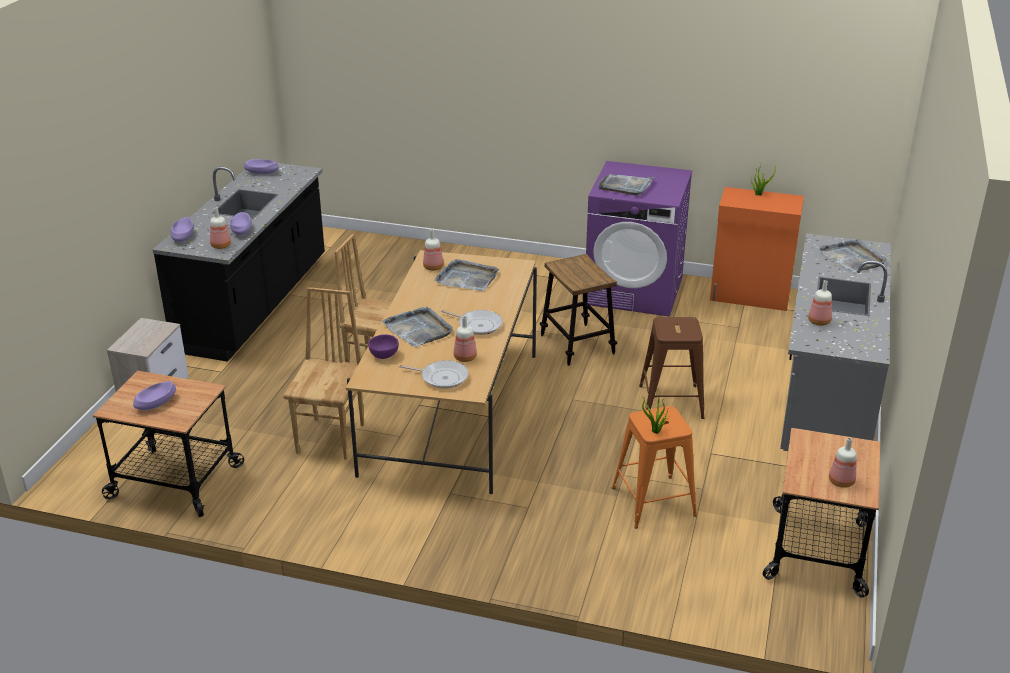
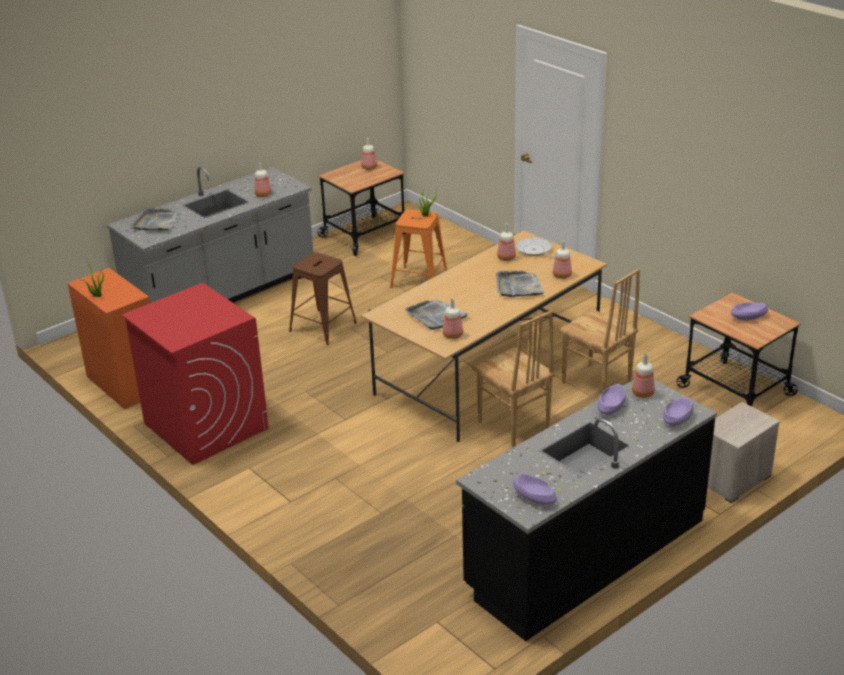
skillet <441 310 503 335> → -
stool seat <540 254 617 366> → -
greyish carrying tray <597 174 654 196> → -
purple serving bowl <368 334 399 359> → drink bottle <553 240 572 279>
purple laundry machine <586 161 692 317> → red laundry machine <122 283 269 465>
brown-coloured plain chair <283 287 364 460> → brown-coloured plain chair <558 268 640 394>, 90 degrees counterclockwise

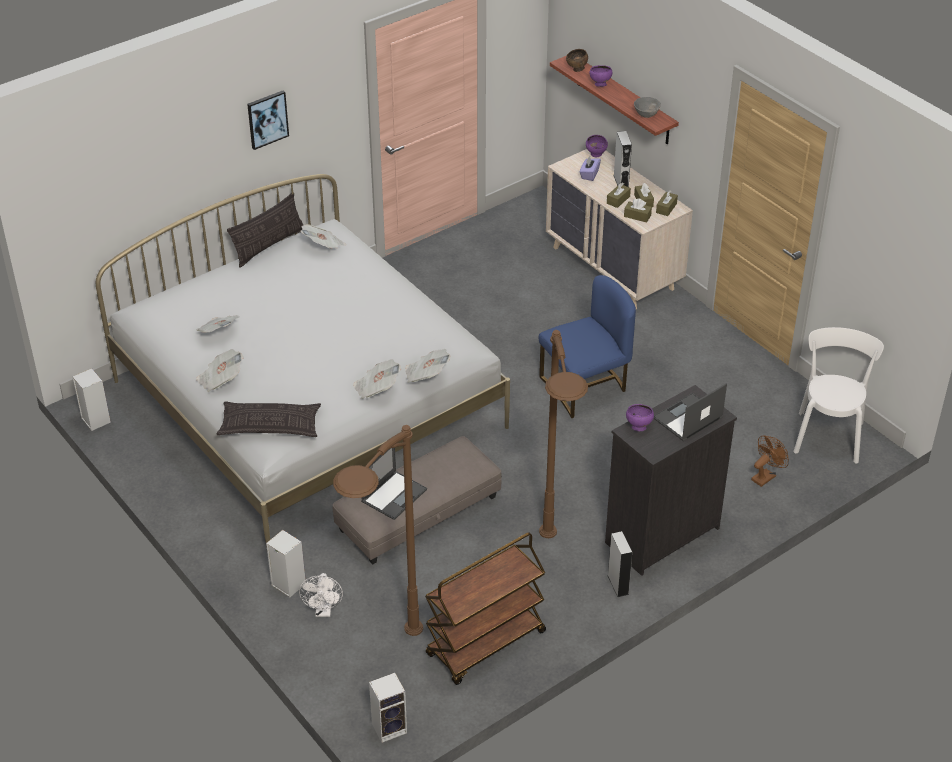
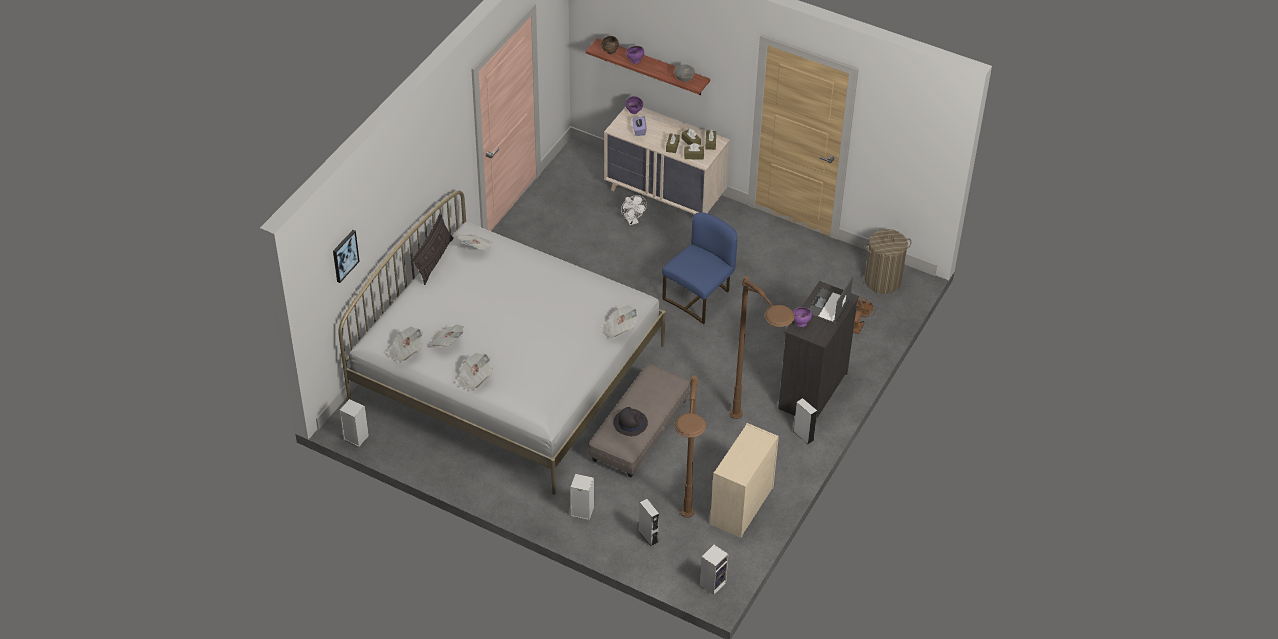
cushion <216 401 321 437> → -
wall art <247 91 289 150> → wall art <333 230 360 283>, relocated
white cooling fan <299 573 343 617> → white cooling fan <621 195 647 225>, relocated
printed paper <353 359 401 399> → printed paper <387 327 423 363>, relocated
greyish loudspeaker <613 131 632 187> → greyish loudspeaker <639 499 659 546>, relocated
laptop <361 448 427 520> → blackish clothing hat <613 407 648 436>
brown-coloured trolley <425 532 546 685> → beige-coloured drawer chest <710 423 779 538>
white plain chair <793 327 884 463> → washing basket <865 229 911 294>

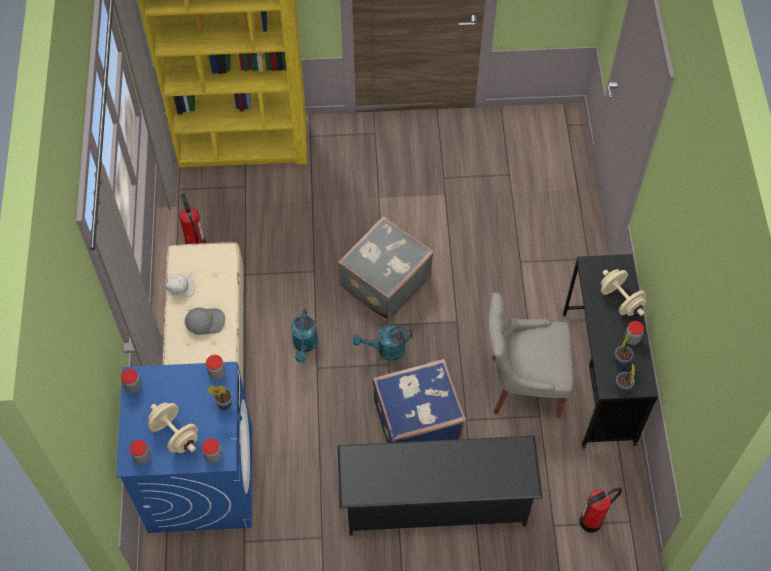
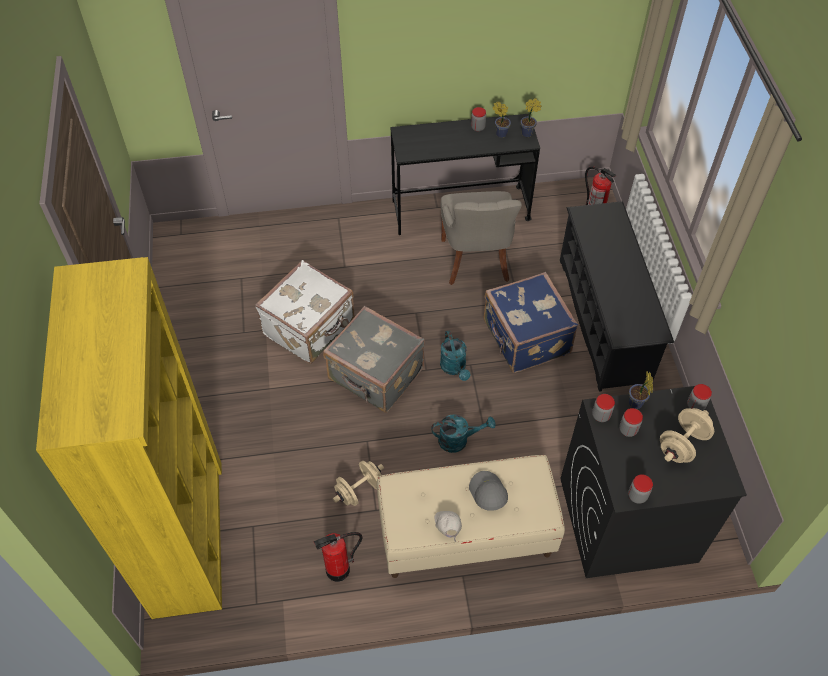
- → white travel case <255 260 355 364>
jar <130 440 151 465> → jar <619 408 643 437>, relocated
beige-coloured hand weight <601 269 646 316> → beige-coloured hand weight <333 461 384 506>, relocated
blue laundry machine <116 362 252 533> → blackish laundry machine <561 386 747 578>

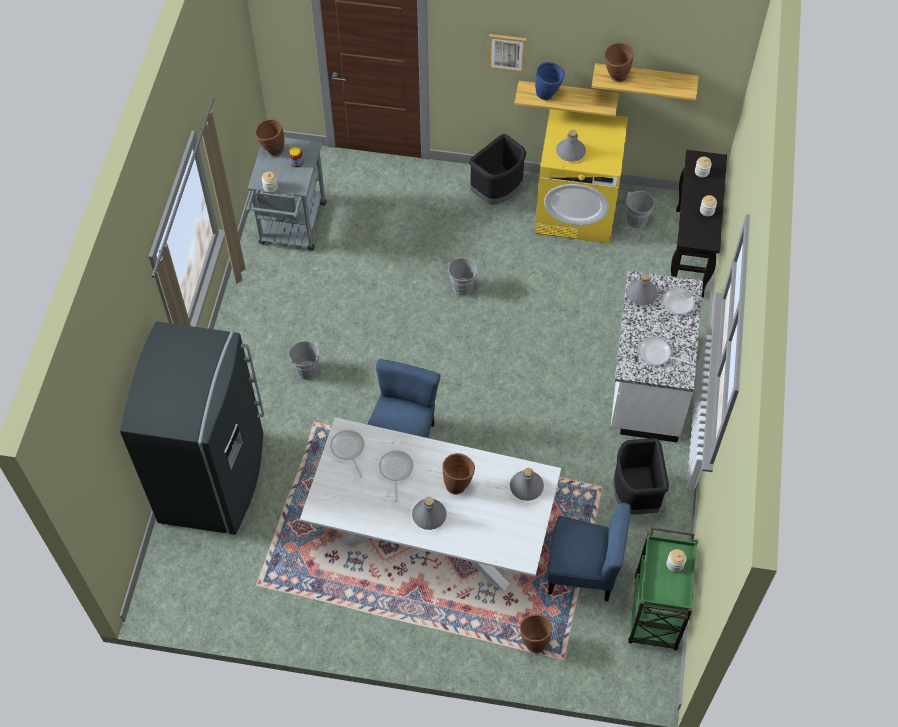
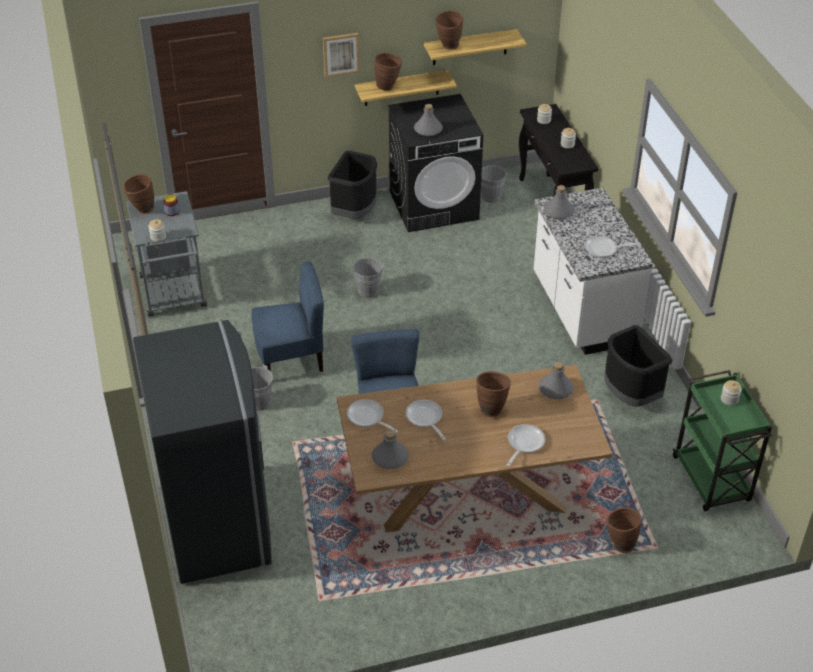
greyish drink bottle <412 497 447 530> → greyish drink bottle <372 430 409 469>, relocated
blue plain chair <548 503 631 601> → blue plain chair <251 262 324 372>, relocated
skillet <649 288 695 319> → skillet <507 424 546 466>, relocated
white dining table <300 417 561 591> → brown-coloured dining table <337 365 612 533>
blue vase <535 62 565 100> → brown-coloured vase <375 53 402 91>
yellowish laundry machine <535 109 628 243> → blackish laundry machine <388 94 483 232>

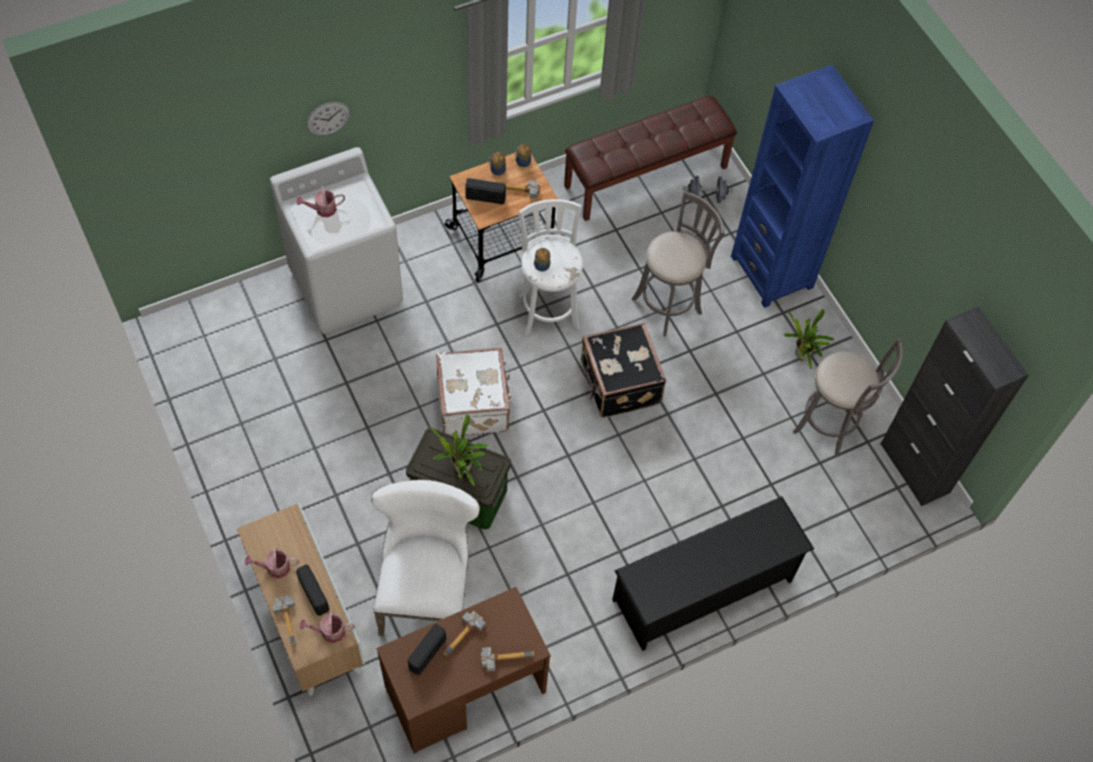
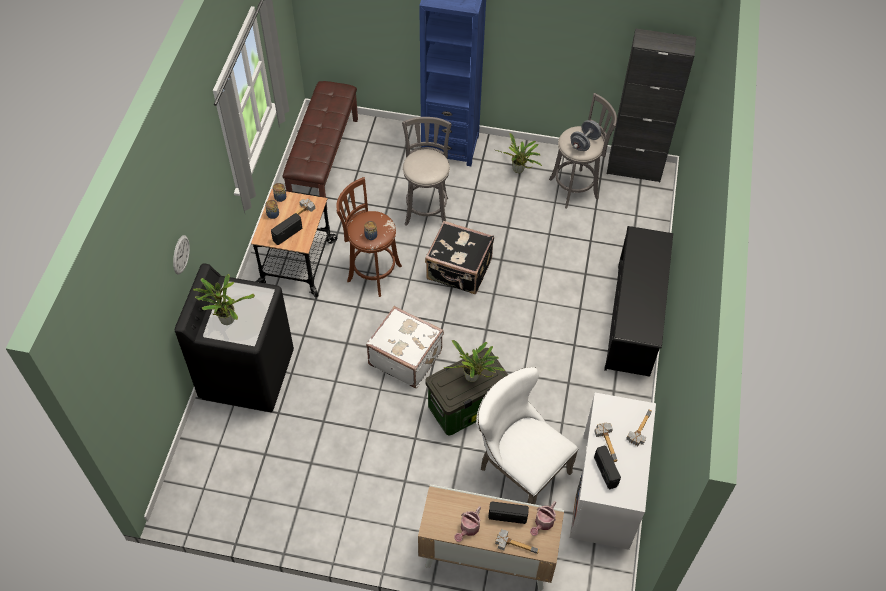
greyish hand weight <683 176 733 203> → greyish hand weight <570 120 601 151>, relocated
sprinkling can <296 186 345 217> → houseplant <193 274 255 325>
white laundry machine <270 147 403 334> → blackish laundry machine <175 263 294 412>
brown-coloured desk unit <376 587 551 754> → white desk unit <570 393 656 550>
white stool seat <518 199 583 336> → brown-coloured stool seat <336 177 402 297>

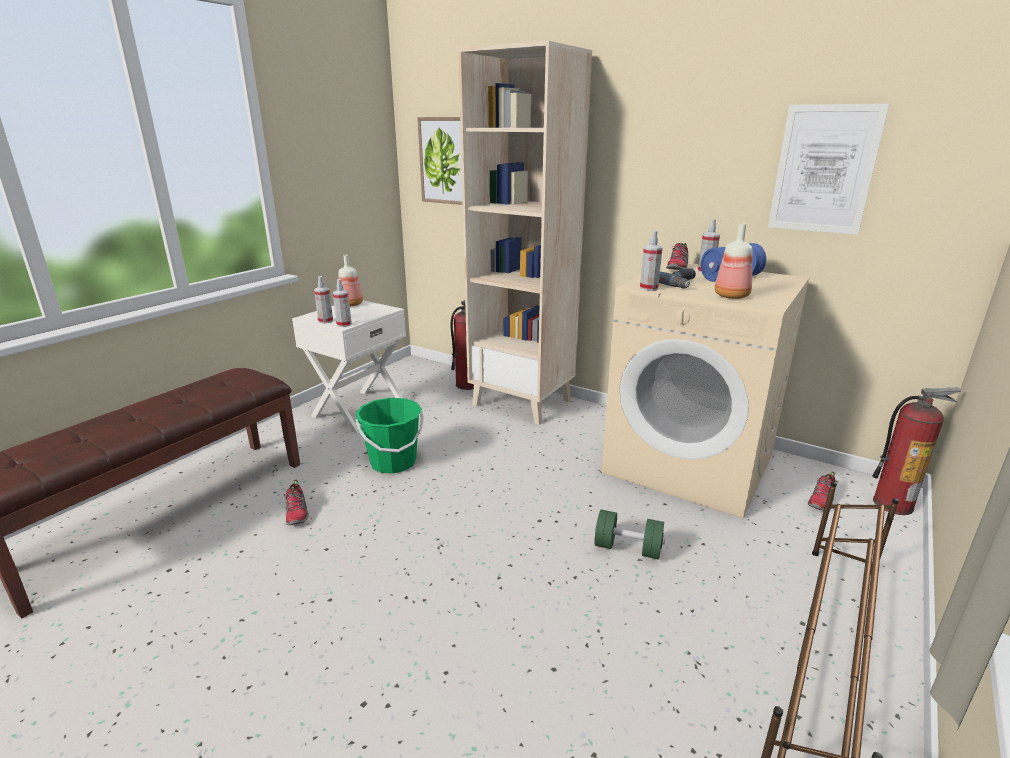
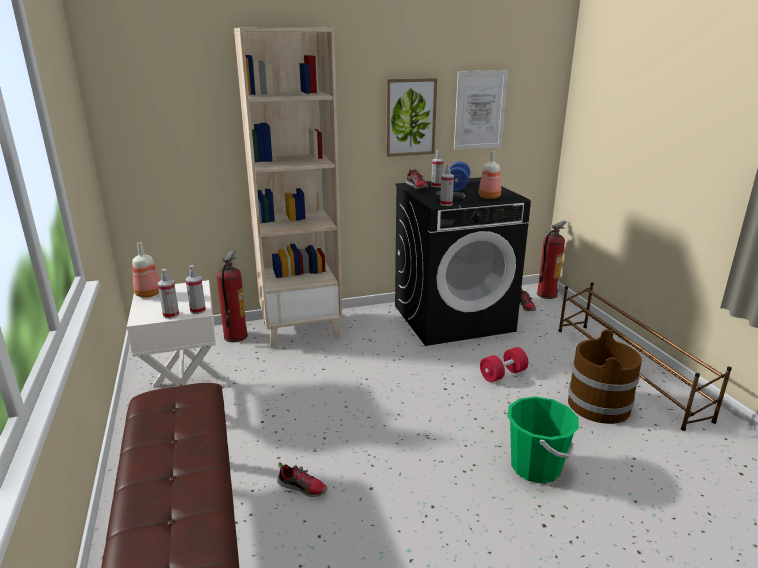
- → brown-coloured water bucket <568 329 642 424>
greenish water bucket <355 398 424 474> → greenish water bucket <507 396 579 484>, relocated
wall art <417 117 463 205> → wall art <386 78 437 157>, relocated
greenish hand weight <594 510 665 560> → red hand weight <480 347 528 382>
beige-coloured laundry machine <602 261 809 518> → blackish laundry machine <395 177 531 346>

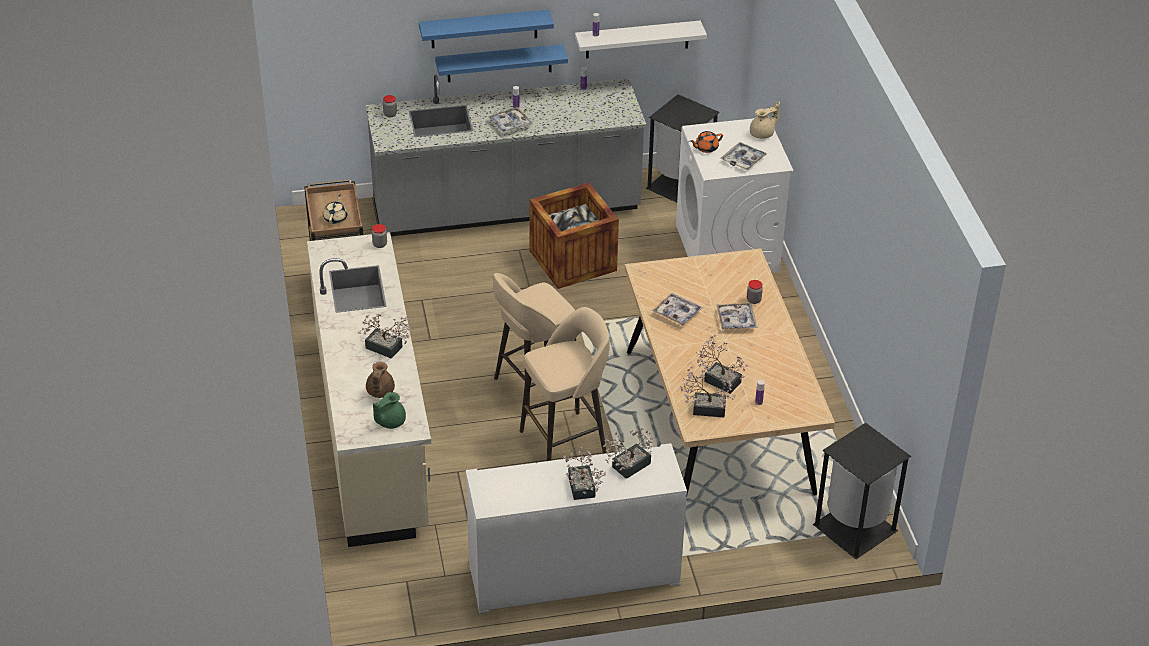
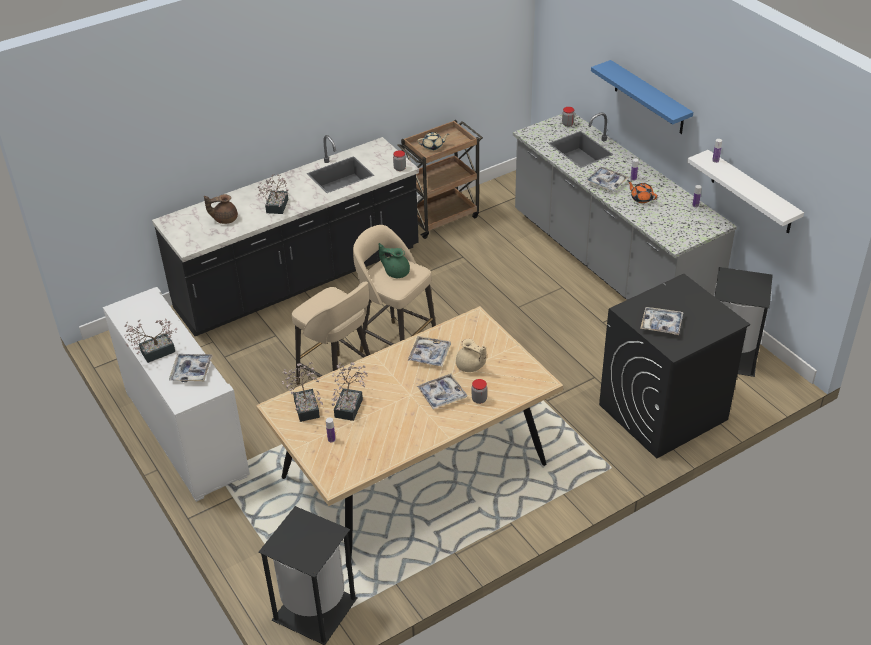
blue shelf <435 44 568 82> → -
shipping crate <529 183 619 289> → -
greenish tea pot <373 392 406 429> → greenish tea pot <379 243 410 278>, relocated
orangey tea pot <690 131 723 153> → orangey tea pot <628 181 657 203>, relocated
beige-coloured tea pot <750 102 780 139> → beige-coloured tea pot <456 339 487 372>, relocated
houseplant <603 428 653 479> → carrying tray <169 354 213 382>
beige-coloured counter <307 232 431 547> → blackish counter <152 135 419 336>
white laundry machine <676 118 794 273> → blackish laundry machine <599 274 750 459>

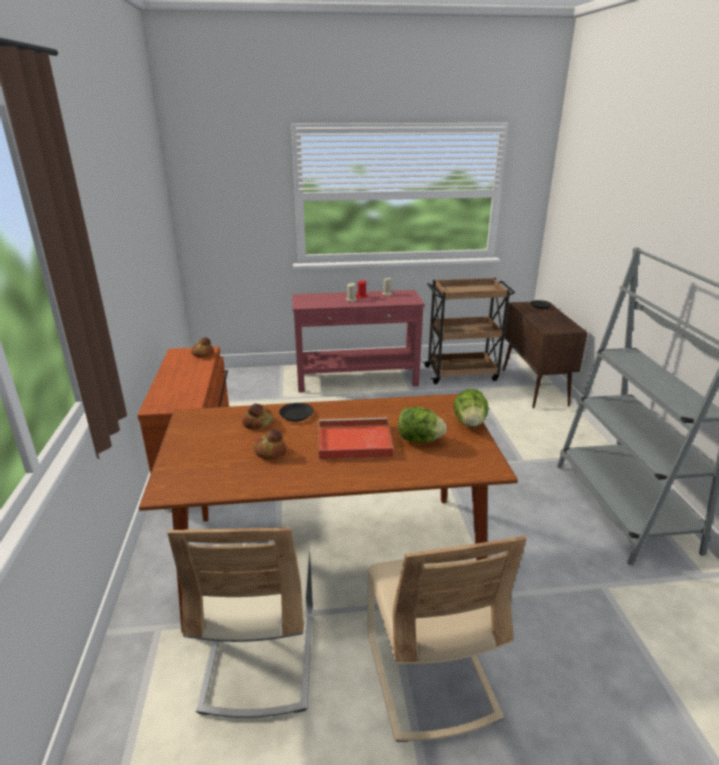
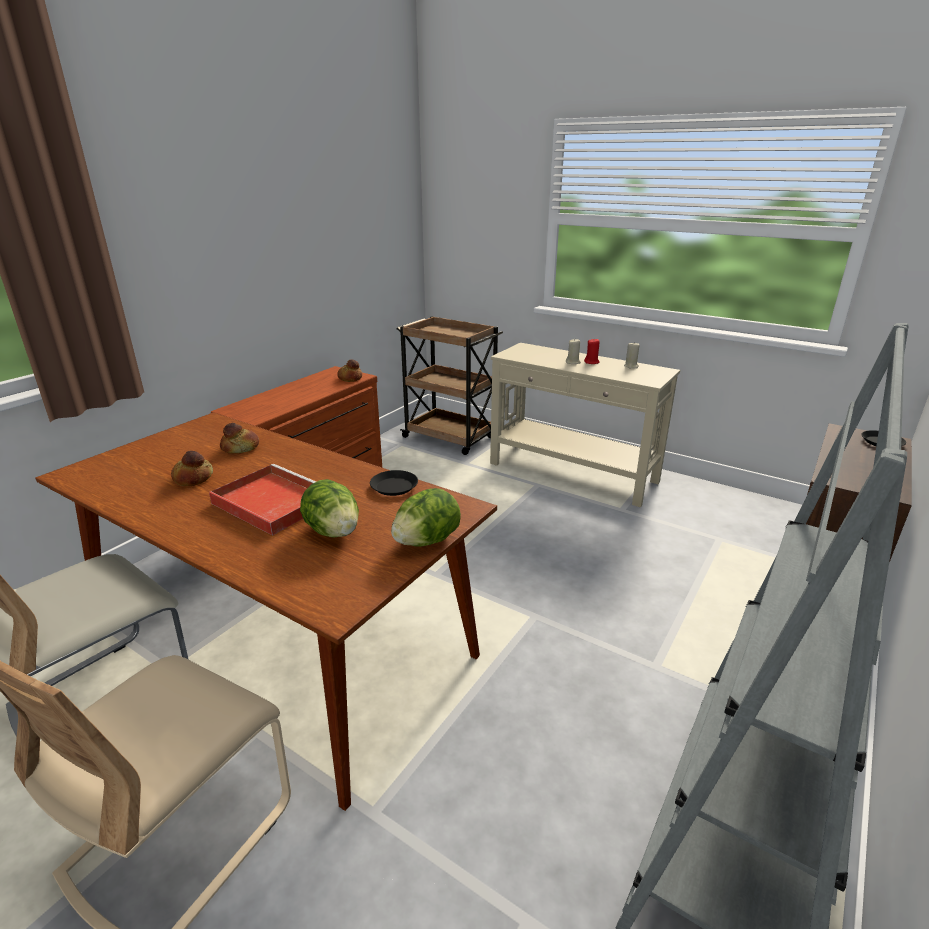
blackish flat dish <279 403 314 422> → blackish flat dish <370 470 418 496>, relocated
brown-coloured trolley <422 278 515 384> → brown-coloured trolley <396 316 503 455>, relocated
red console table <292 290 425 393> → beige-coloured console table <490 343 680 507>

